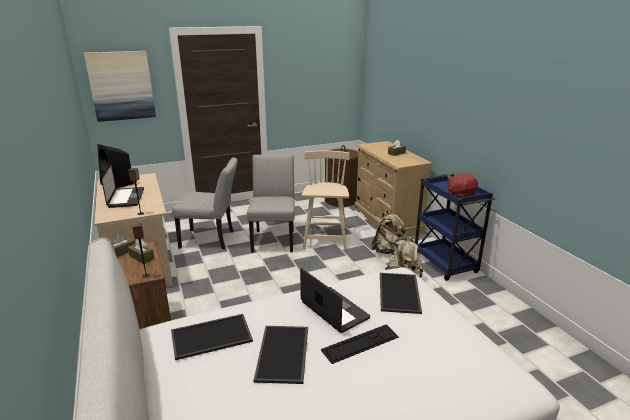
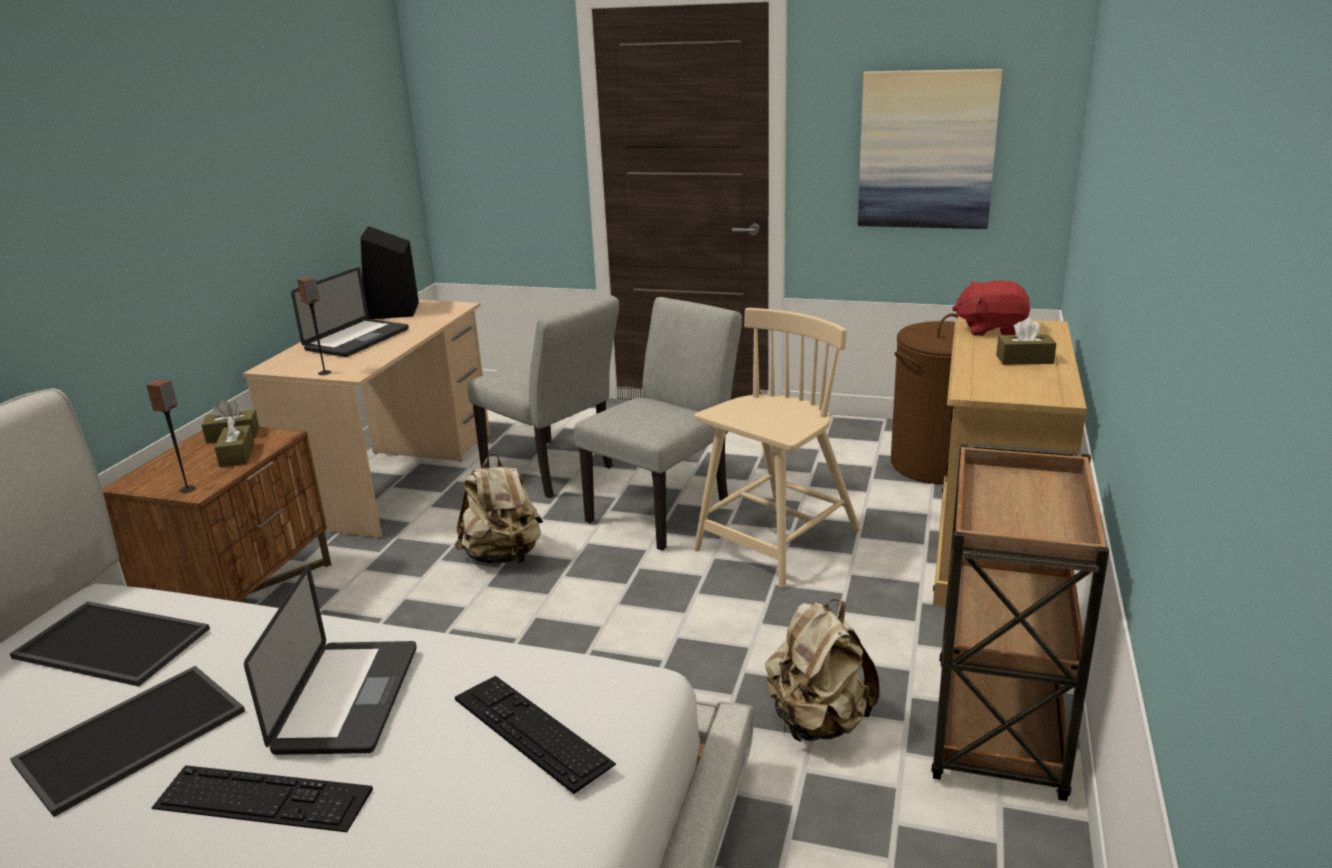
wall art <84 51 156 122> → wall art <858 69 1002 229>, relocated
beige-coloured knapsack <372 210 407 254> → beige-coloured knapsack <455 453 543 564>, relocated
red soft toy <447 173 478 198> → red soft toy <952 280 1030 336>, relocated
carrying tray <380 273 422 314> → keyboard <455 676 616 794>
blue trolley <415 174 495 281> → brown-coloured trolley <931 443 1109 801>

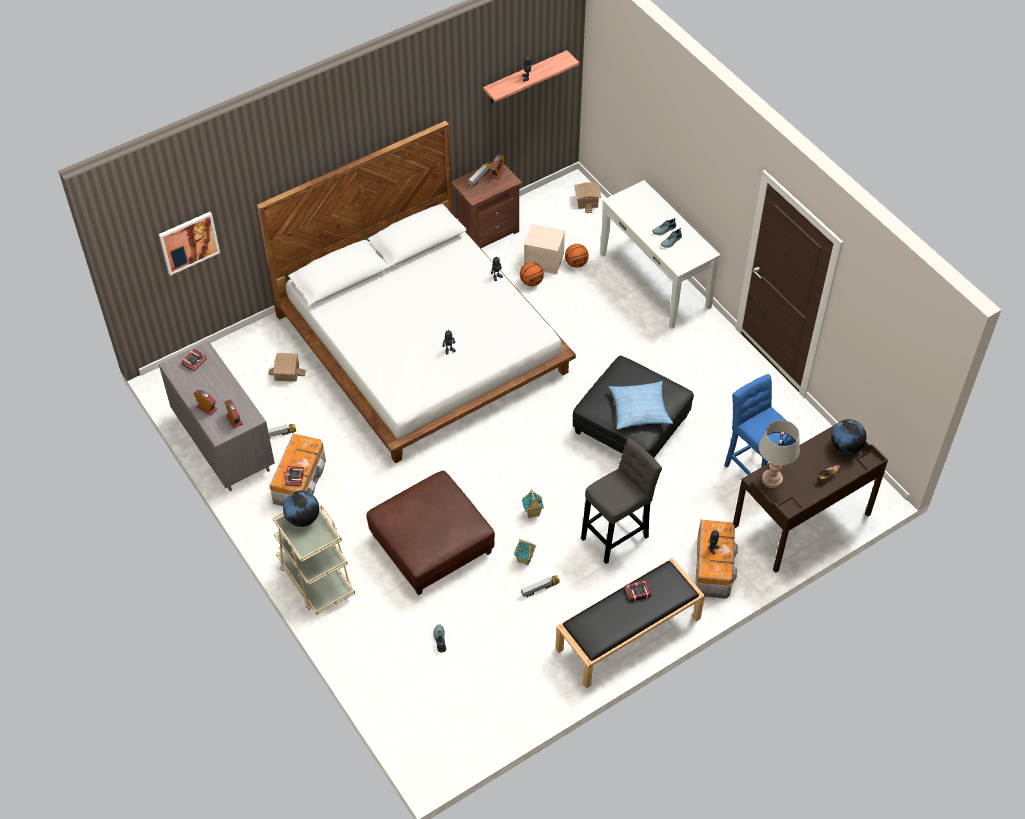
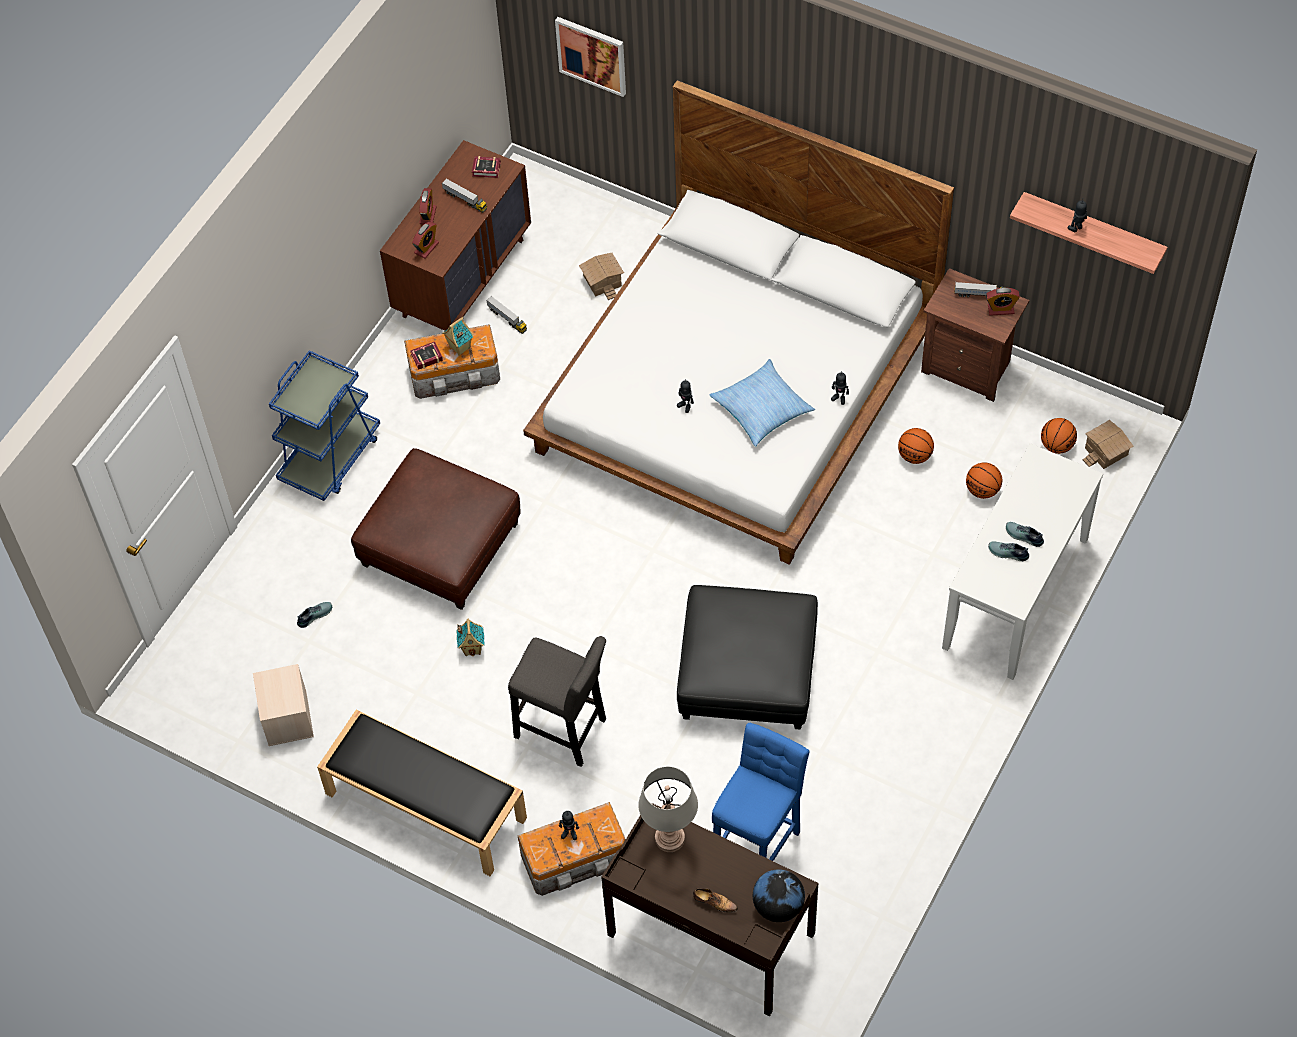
desk globe <283 491 319 527> → -
volume <625 580 651 602> → -
- → basketball <1041 418 1077 454>
toy truck <521 575 560 597> → toy truck <442 178 487 213>, relocated
toy house <522 489 544 519> → toy house <442 317 474 356>, relocated
beige-coloured storage container <524 224 565 274> → beige-coloured storage container <253 664 314 746>, relocated
cushion <608 381 673 429> → cushion <710 359 815 447>, relocated
greyish drawer chest <159 341 275 491> → brown-coloured drawer chest <380 140 531 331>
beige-coloured trolley <273 505 355 615> → blue trolley <269 350 380 501>

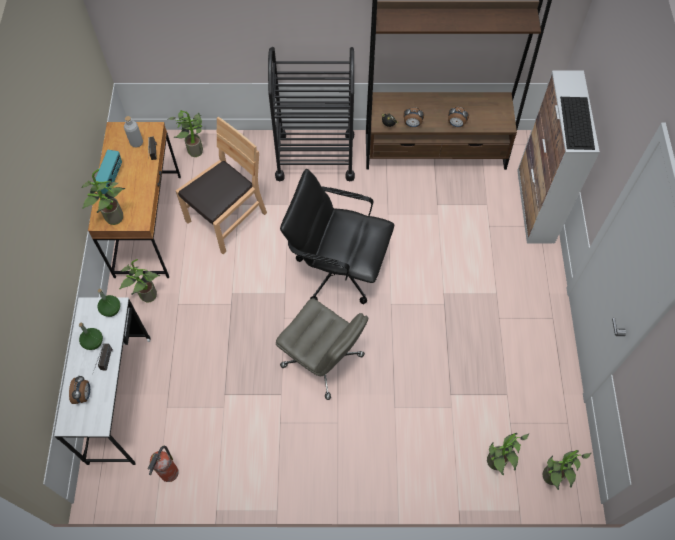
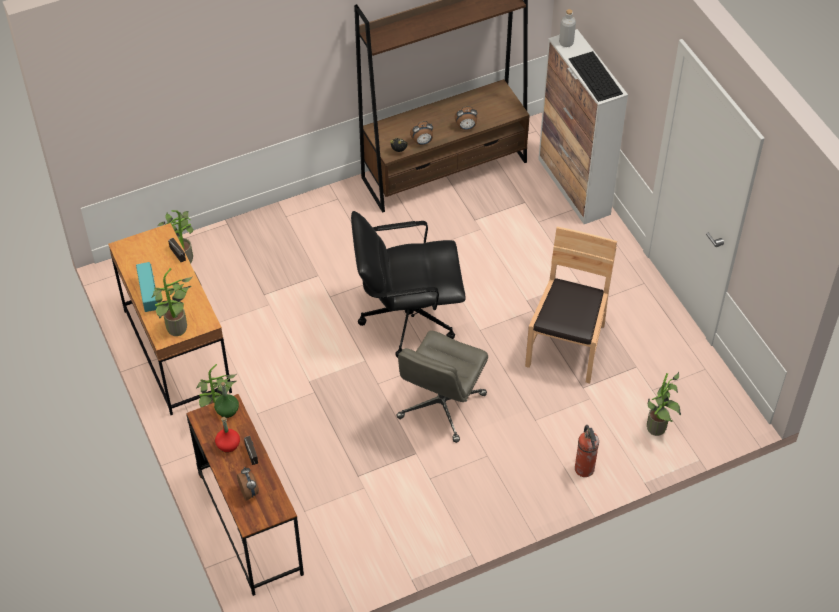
blackish trolley <268 47 355 181> → -
houseplant <543 450 591 490> → -
greyish drink bottle <124 116 143 148> → greyish drink bottle <559 9 576 47>, relocated
fire-fighting cylinder <148 446 179 482> → fire-fighting cylinder <575 425 599 477>, relocated
brown-coloured plain chair <176 117 267 255> → brown-coloured plain chair <525 227 617 383>, relocated
white desk unit <54 297 151 465> → brown-coloured desk unit <186 394 304 596>
greenish drink bottle <79 323 103 350> → red drink bottle <215 417 240 453>
greyish office chair <276 298 368 400> → greyish office chair <396 330 488 443>, 105 degrees clockwise

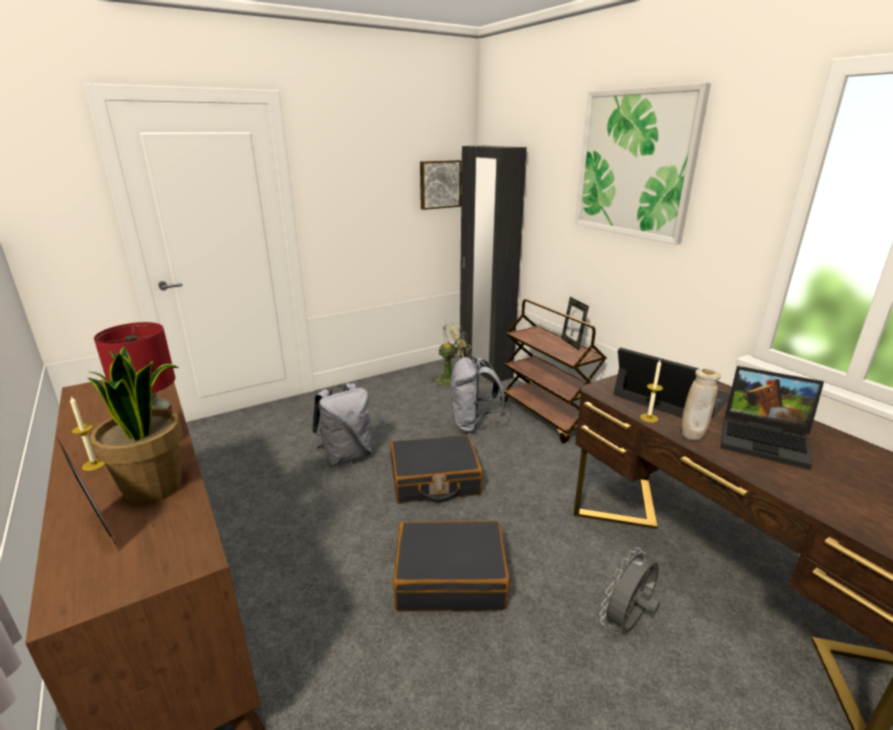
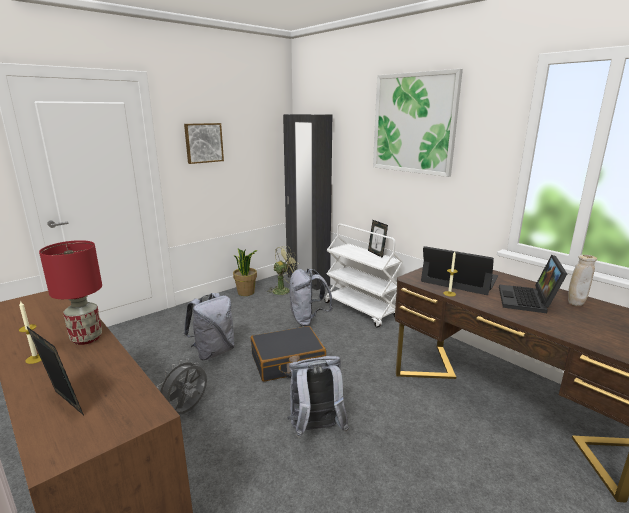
houseplant <88 346 183 505> → houseplant <233 249 258 296>, relocated
wall art <420 160 462 210> → wall art <184 123 224 164>, relocated
greyish cooling fan <599 547 660 633> → greyish cooling fan <157 358 207 414>, relocated
beige-coloured vase <682 369 721 441> → beige-coloured vase <568 255 597 306>, relocated
blackish travel case <393 521 510 612> → greyish knapsack <287 356 349 438>
brown-coloured trolley <501 299 607 443> → white trolley <325 224 404 328>
laptop <720 366 824 470> → laptop <499 255 567 313>, 90 degrees clockwise

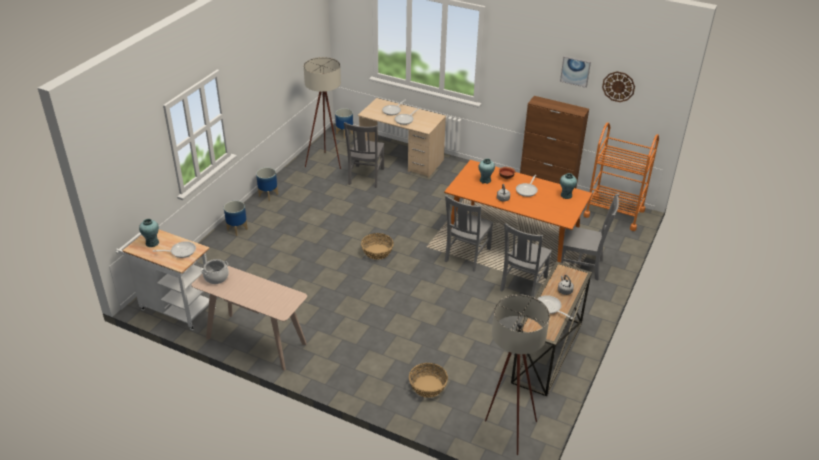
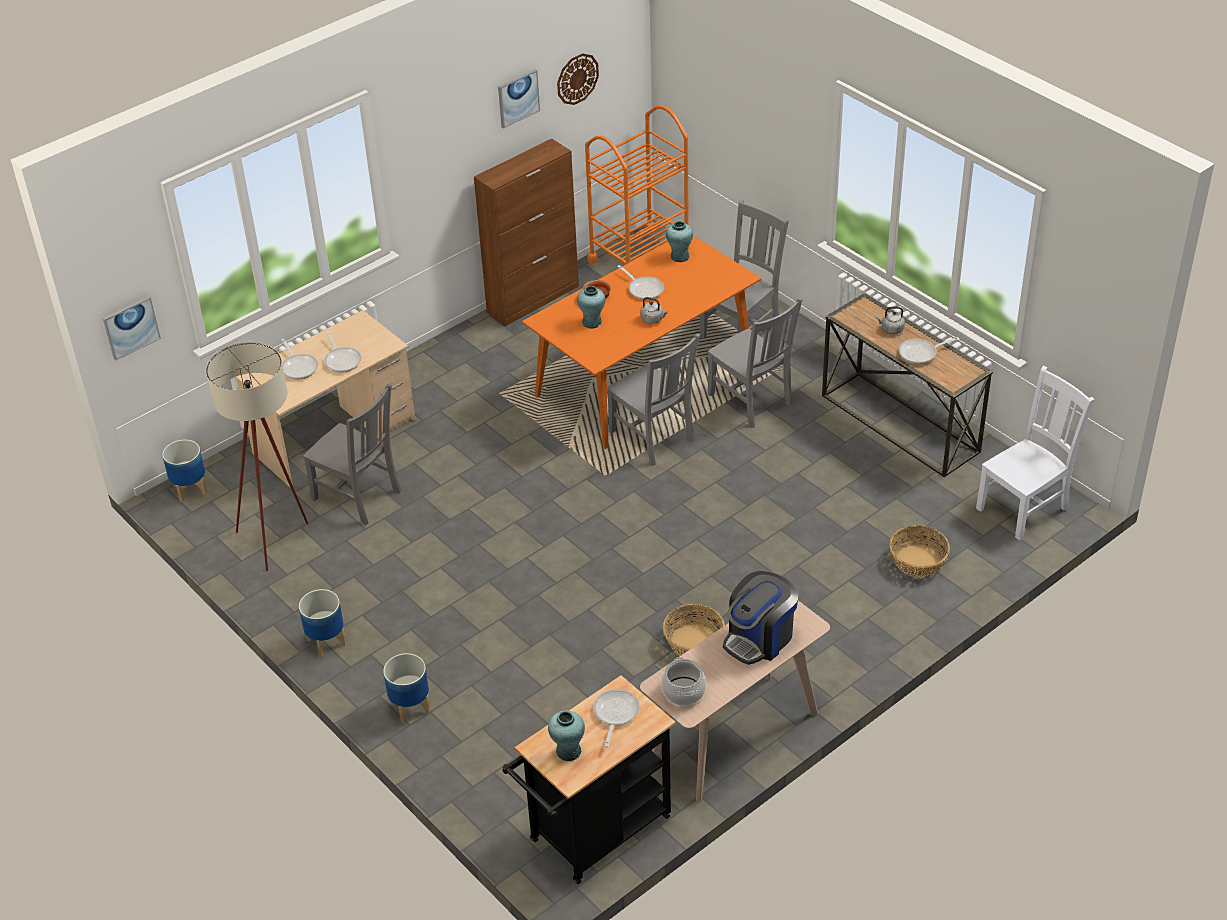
- → wall art <103 296 161 361>
- → coffee maker <723 571 798 665>
household basket <361 233 394 260> → household basket <663 604 725 655>, relocated
beige-coloured standing lamp <485 294 550 455> → white plain chair <976 366 1095 541>
white trolley <116 230 216 330> → blackish trolley <503 675 676 884>

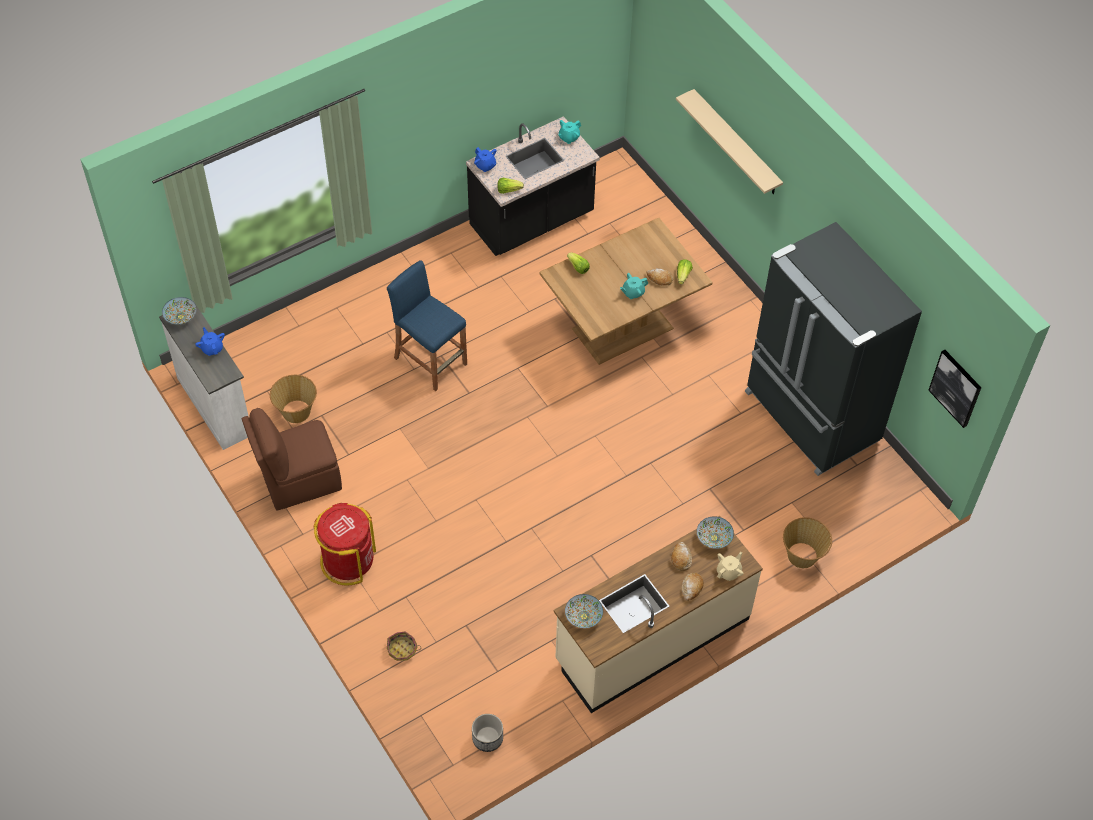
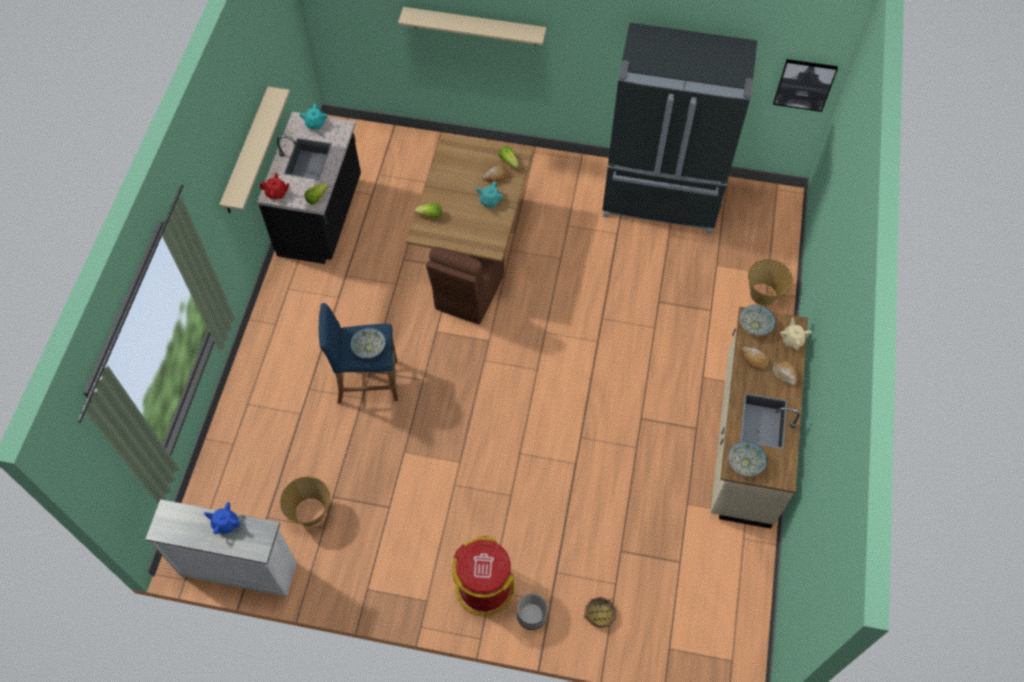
- → beige-coloured shelf <219 87 290 213>
serving bowl <162 297 197 325> → serving bowl <350 328 385 358>, relocated
brown-coloured plain chair <242 408 342 511> → brown-coloured plain chair <426 247 504 324>, relocated
flower pot <472 714 503 752> → flower pot <517 594 548 630>, relocated
blue tea pot <474 147 497 172> → red tea pot <260 173 290 199>

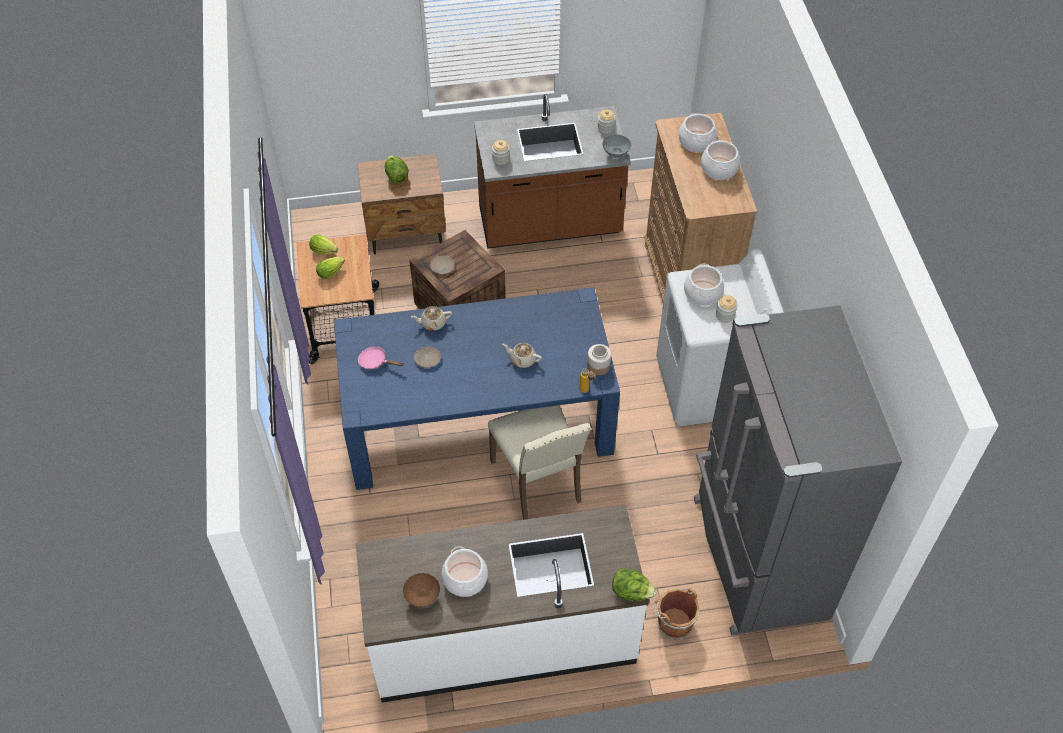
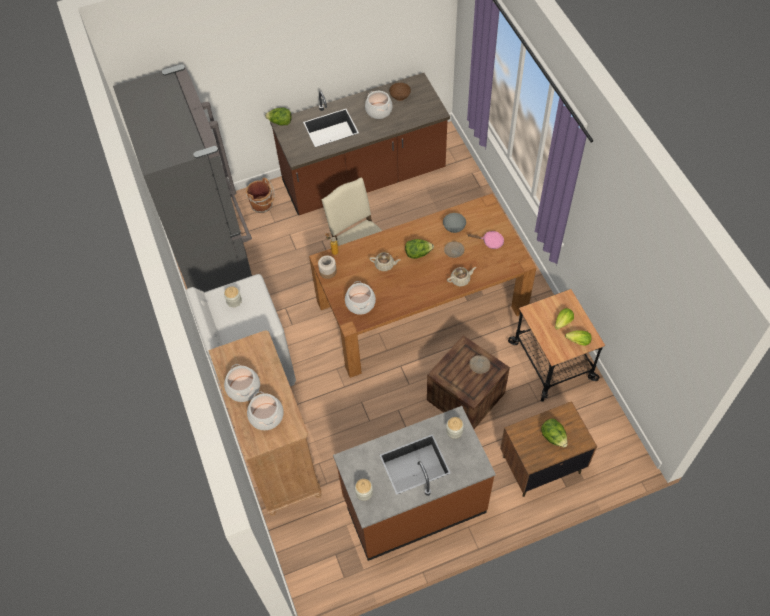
- → lettuce <405 239 434 259>
greyish serving bowl <603 134 631 158> → greyish serving bowl <443 213 466 233>, relocated
stockpot <684 264 724 306> → stockpot <345 281 376 315>, relocated
blue dining table <334 287 620 490> → brown-coloured dining table <309 193 536 378>
white counter <356 505 649 703> → brown-coloured counter <270 73 450 215>

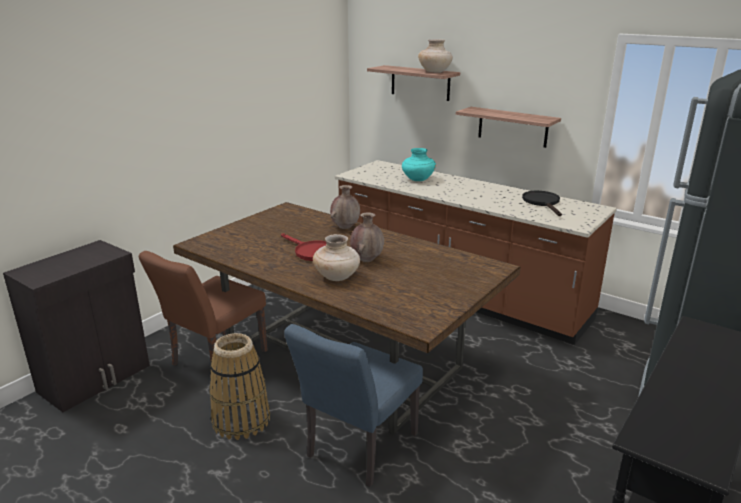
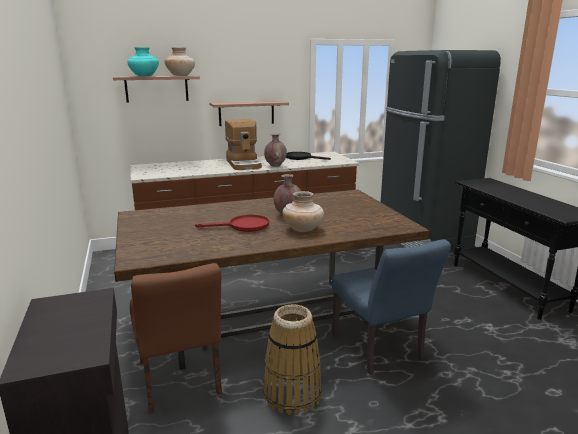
- → coffee maker <225 119 262 170>
brown-coloured vase <330 185 360 229> → brown-coloured vase <264 134 287 167>, relocated
turquoise-coloured vase <402 148 436 181> → turquoise-coloured vase <127 47 159 76>, relocated

